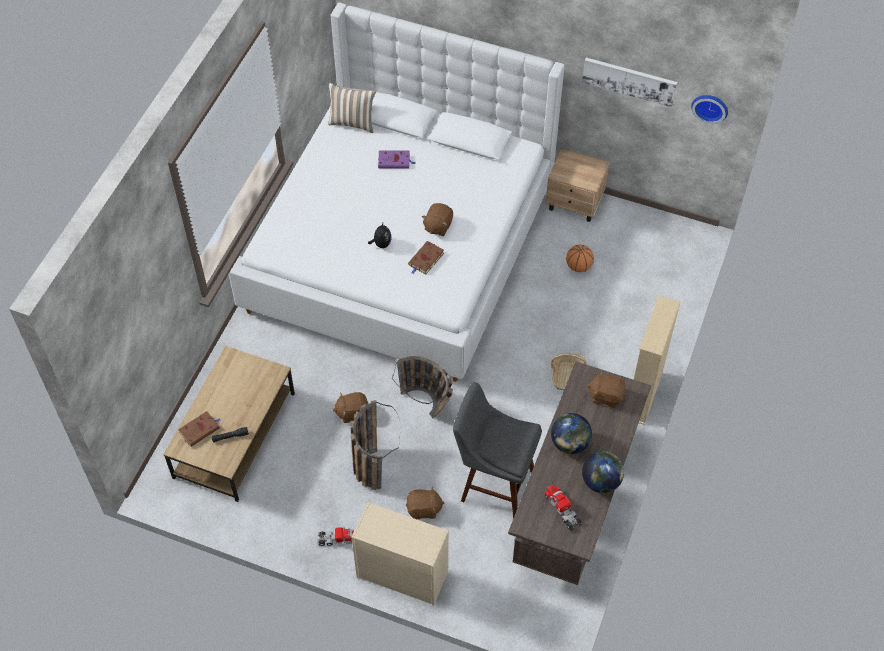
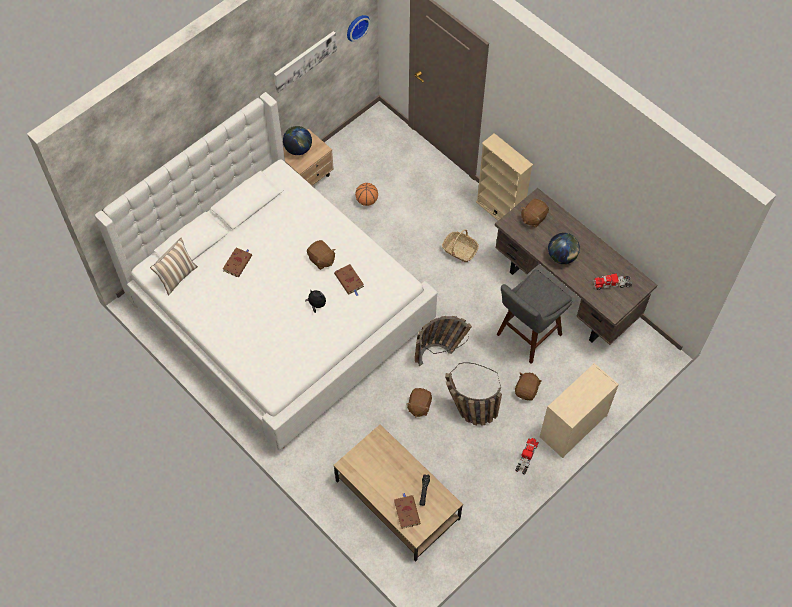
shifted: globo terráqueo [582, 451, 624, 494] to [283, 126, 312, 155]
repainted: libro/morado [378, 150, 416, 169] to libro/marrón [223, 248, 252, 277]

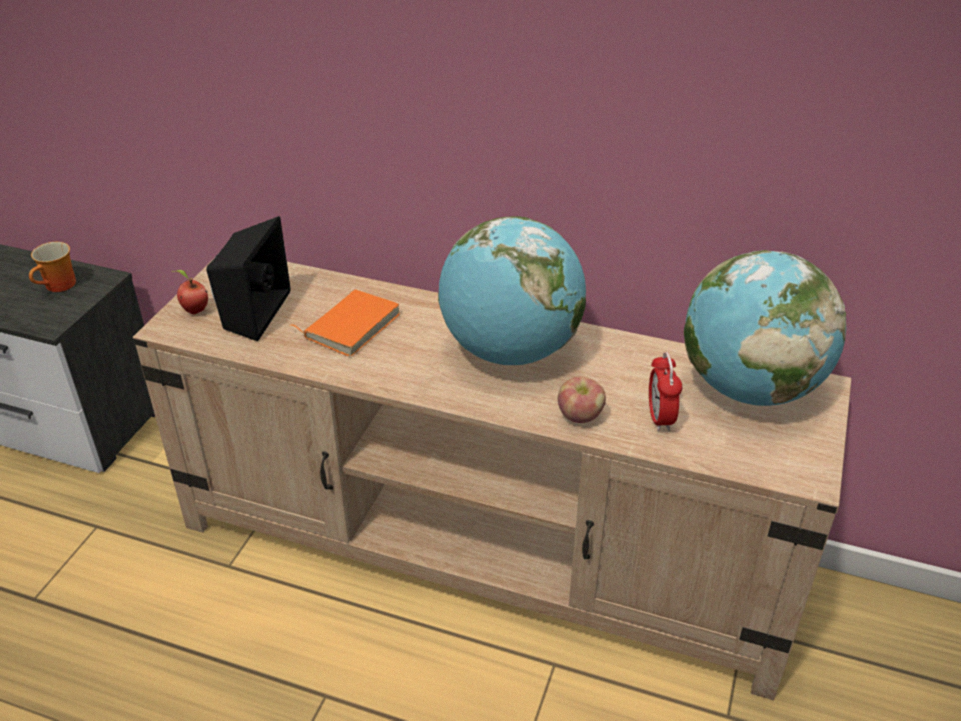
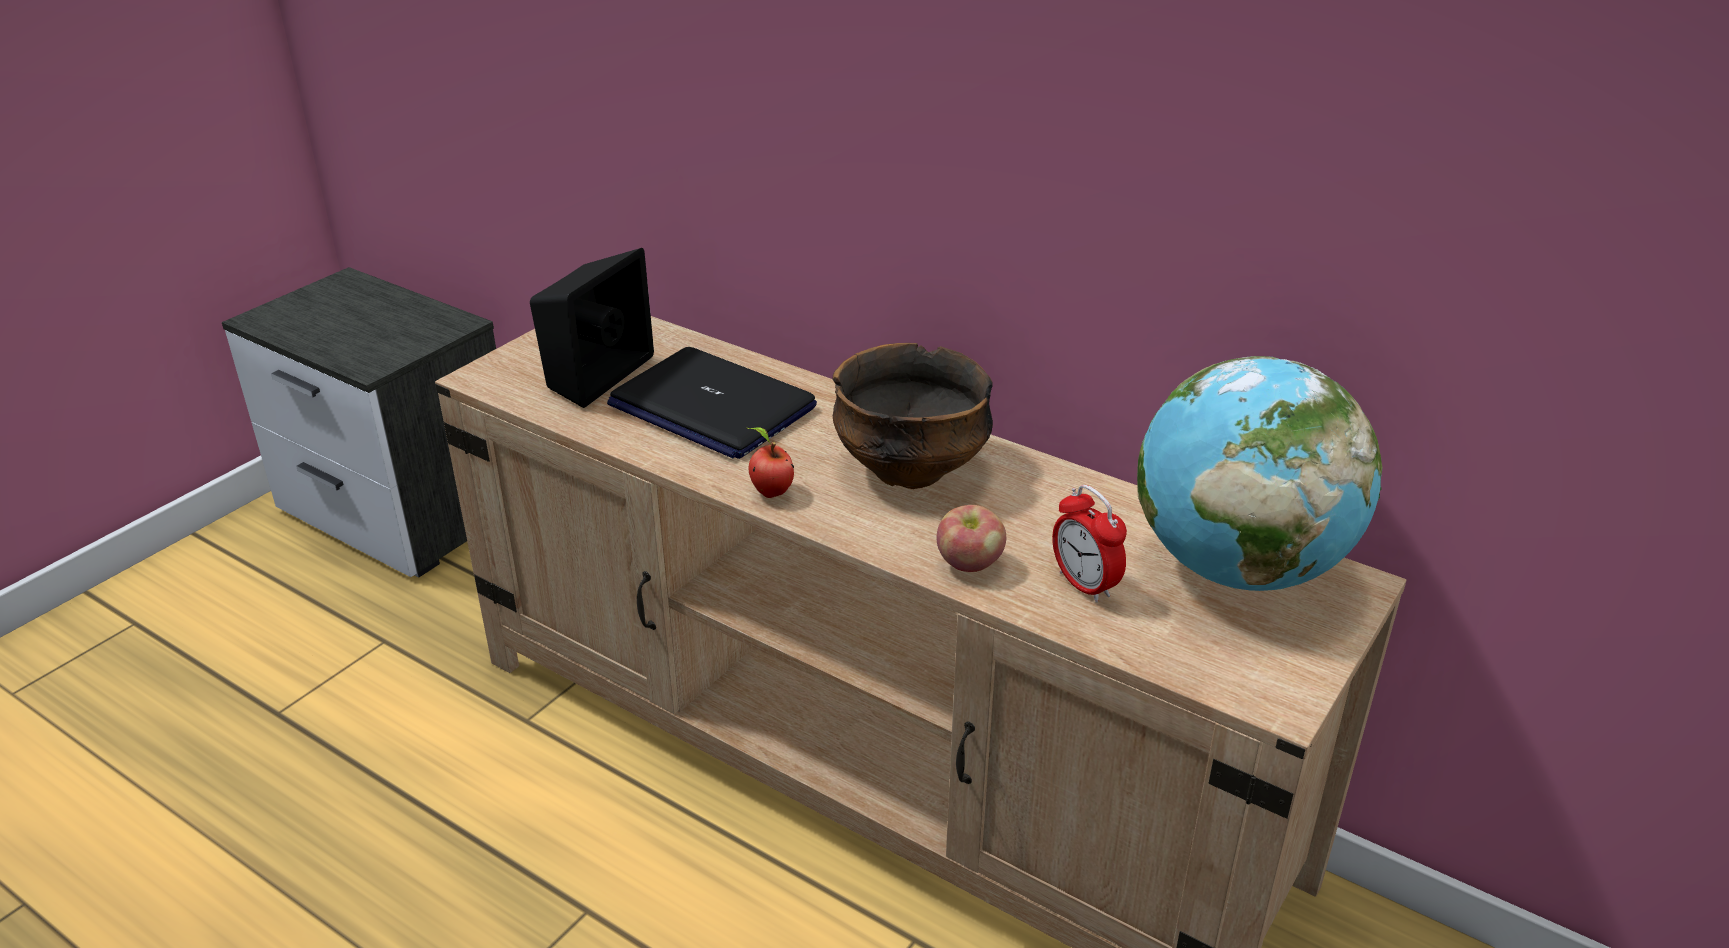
gone: taza grande [29, 242, 76, 292]
shifted: manzana [171, 270, 208, 314] to [747, 427, 794, 498]
swapped: globo terráqueo [438, 216, 586, 365] to cuenco [832, 343, 993, 489]; libro/naranja [289, 289, 400, 357] to portátil [607, 347, 817, 459]
rotated: despertador [649, 352, 682, 431] = [1052, 485, 1127, 603] 45 degrees counterclockwise

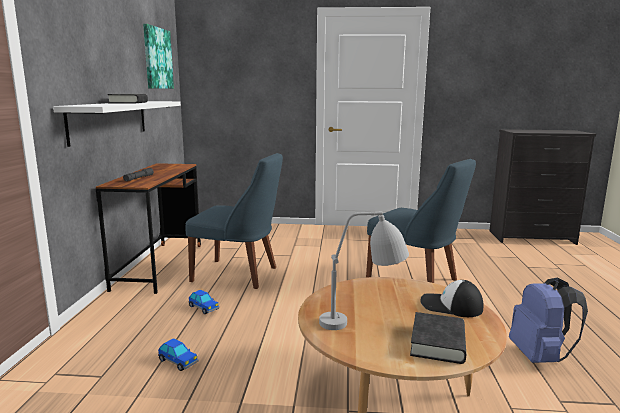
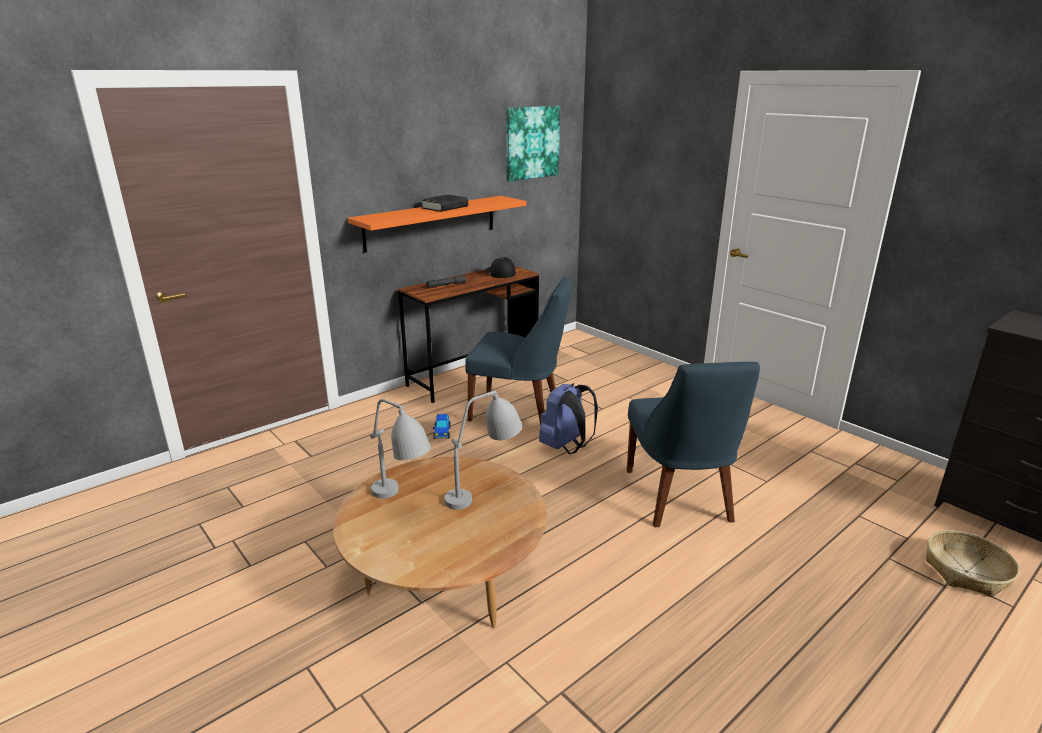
gone: libro/negro [410, 312, 466, 364]; coche de juguete [158, 338, 198, 371]
new: lámpara de mesa/gris [444, 390, 522, 510]; cesta [926, 530, 1020, 597]
shifted: mochila/azul [509, 278, 588, 363] to [539, 383, 598, 454]; gorra [420, 280, 483, 317] to [486, 257, 516, 278]
repainted: estante/blanco [53, 101, 181, 147] to estante/naranja [348, 196, 527, 253]
rotated: silla/azul [186, 153, 283, 289] = [465, 277, 572, 426] 45 degrees counterclockwise

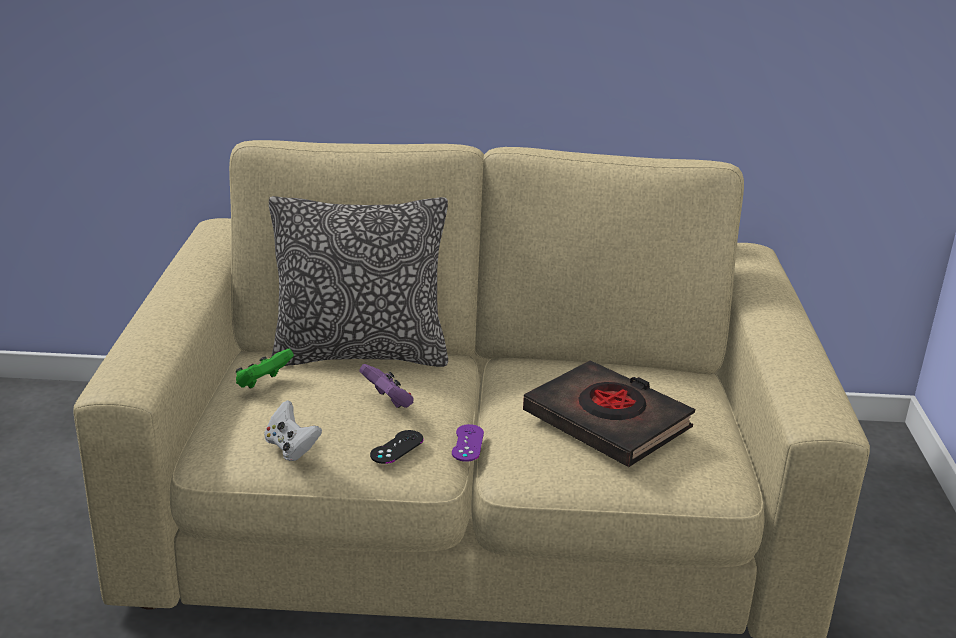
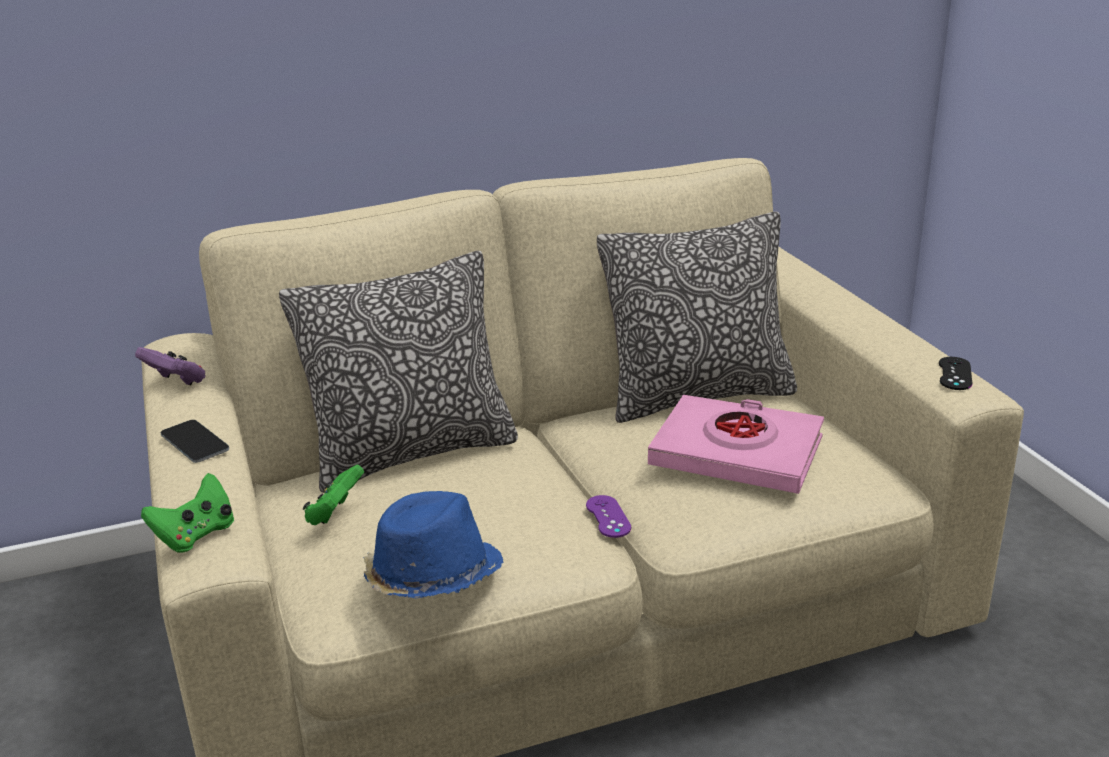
new: cojín [597, 212, 797, 423]; móvil [161, 420, 229, 463]; mando de consola/verde [141, 473, 234, 552]
shifted: mando de consola/morado [359, 364, 414, 408] to [135, 347, 206, 385]; mando de consola/negro [370, 430, 423, 464] to [939, 357, 973, 390]
swapped: mando de consola/blanco [264, 400, 322, 461] to sombrero/azul [364, 491, 504, 598]
repainted: libro/negro [523, 360, 695, 467] to libro/rosa [648, 395, 824, 494]

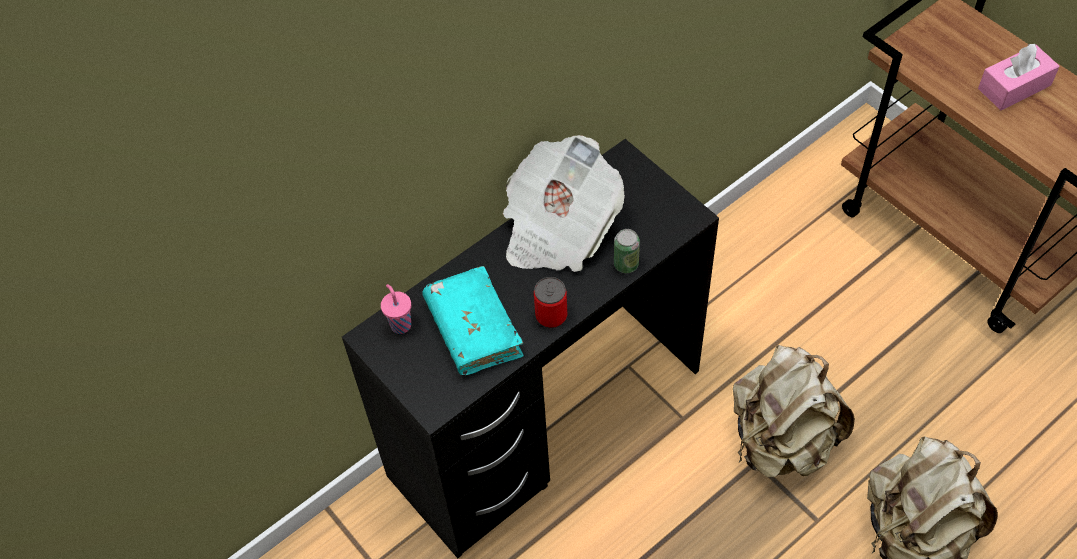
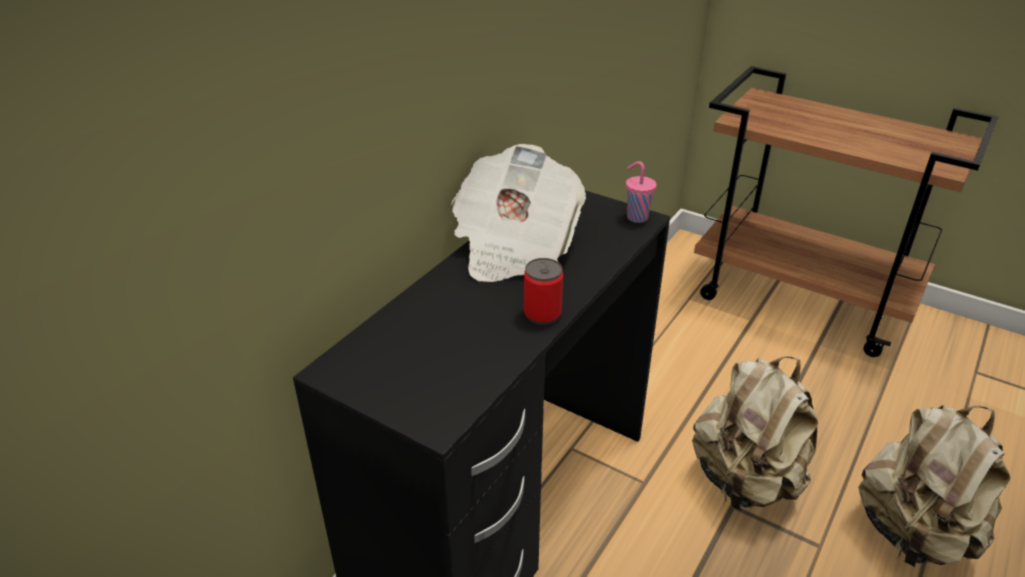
gone: caja de pañuelos/rosa [978, 44, 1060, 111]; lata [614, 229, 640, 273]; libro/turquesa [422, 266, 524, 375]
shifted: taza/rosa [381, 284, 411, 334] to [626, 161, 657, 223]

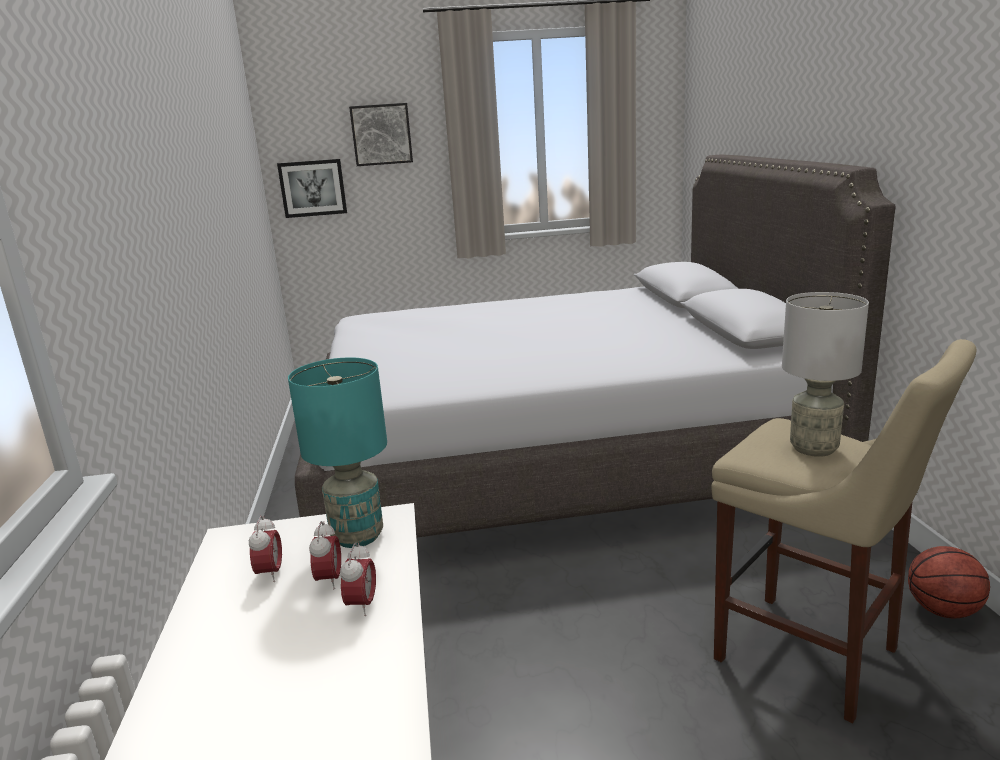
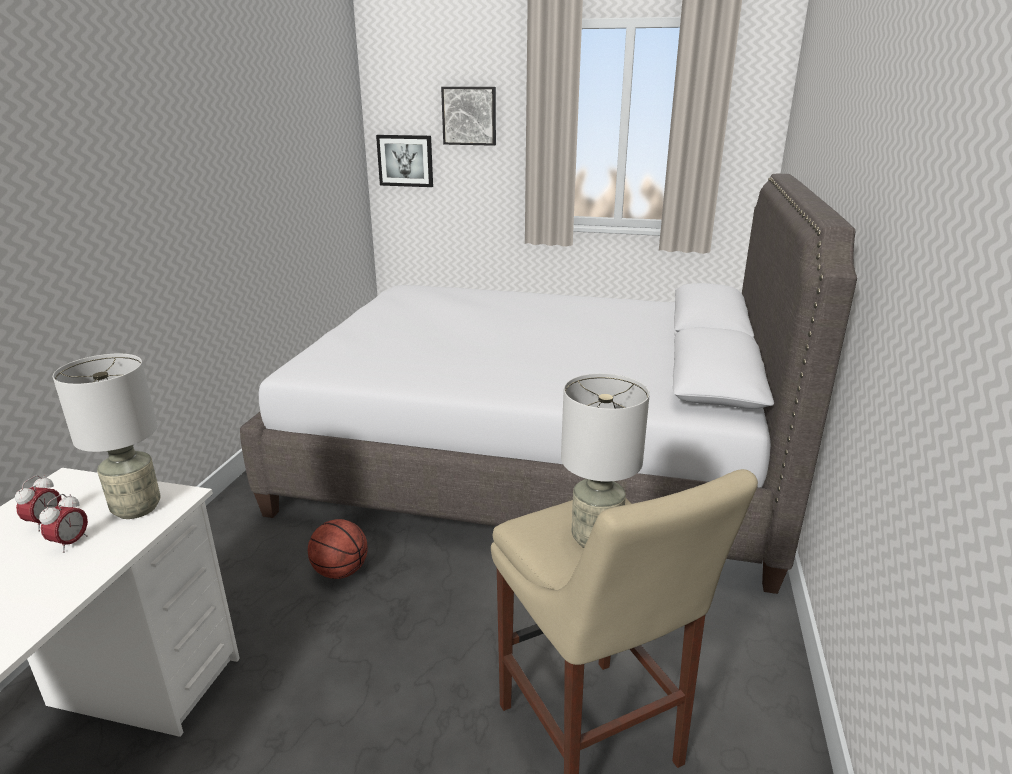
gone: despertador [340, 542, 376, 616]
shifted: balón de baloncesto [908, 546, 990, 618] to [308, 519, 368, 579]
repainted: lámpara de mesa/turquesa [288, 357, 387, 548] to lámpara de mesa/gris [53, 354, 161, 519]

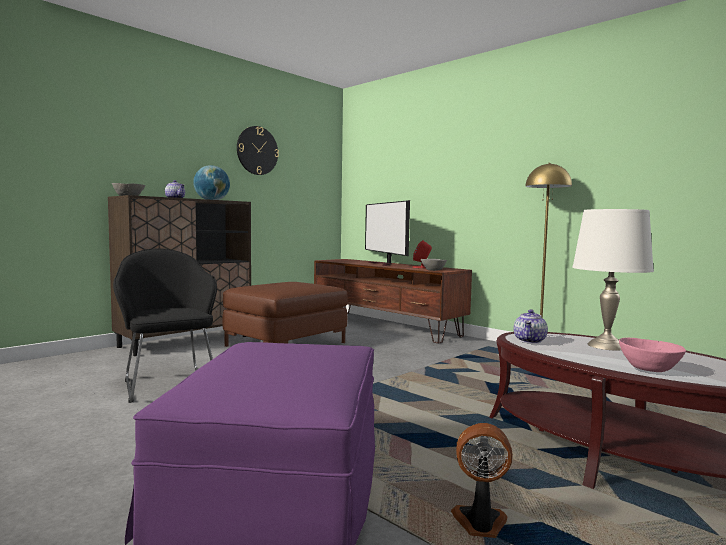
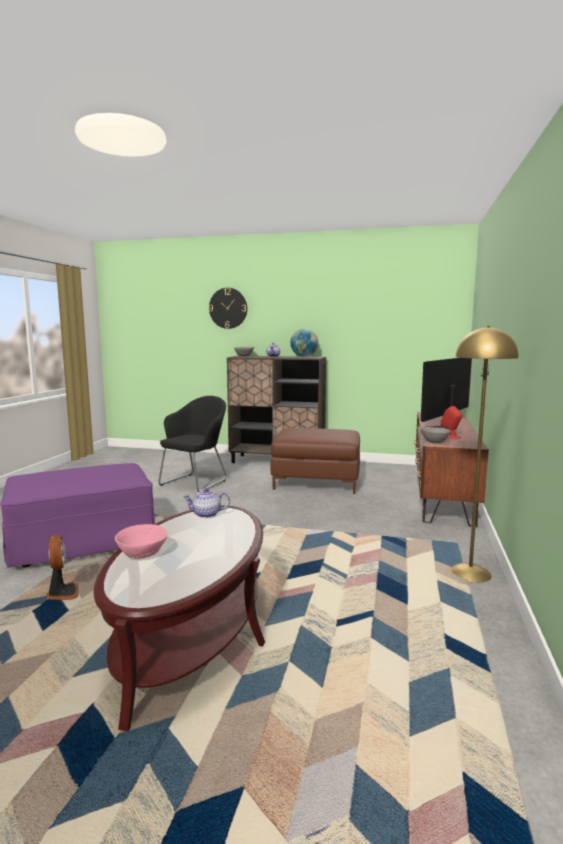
gone: lámpara de mesa/blanco [572, 209, 654, 351]
shifted: reloj de pared [237, 126, 279, 175] to [209, 288, 247, 329]

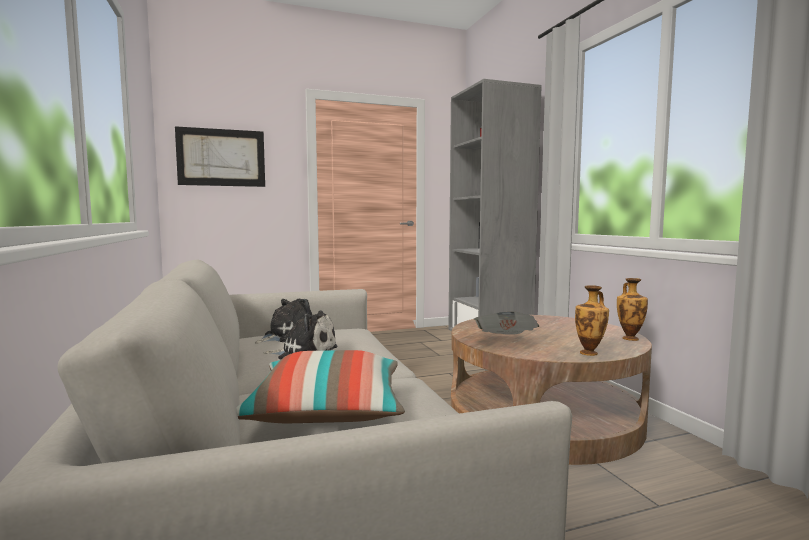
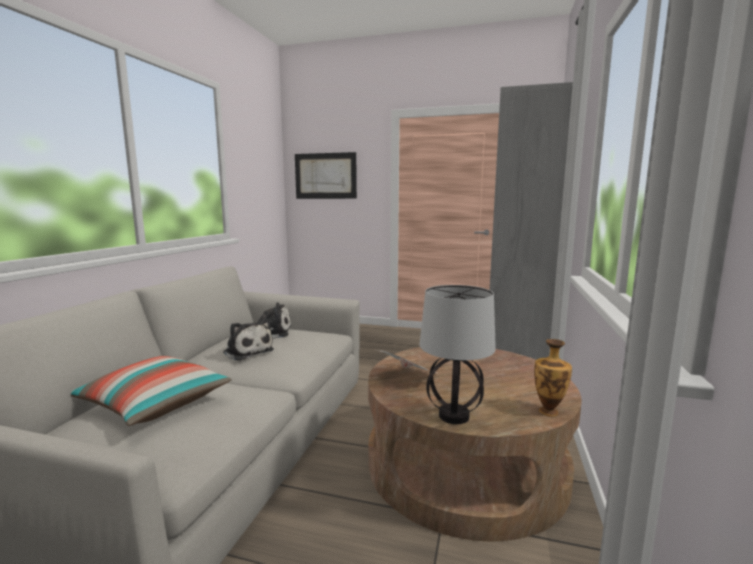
swapped: florero [575, 285, 609, 356] to lámpara de mesa [419, 285, 496, 424]

